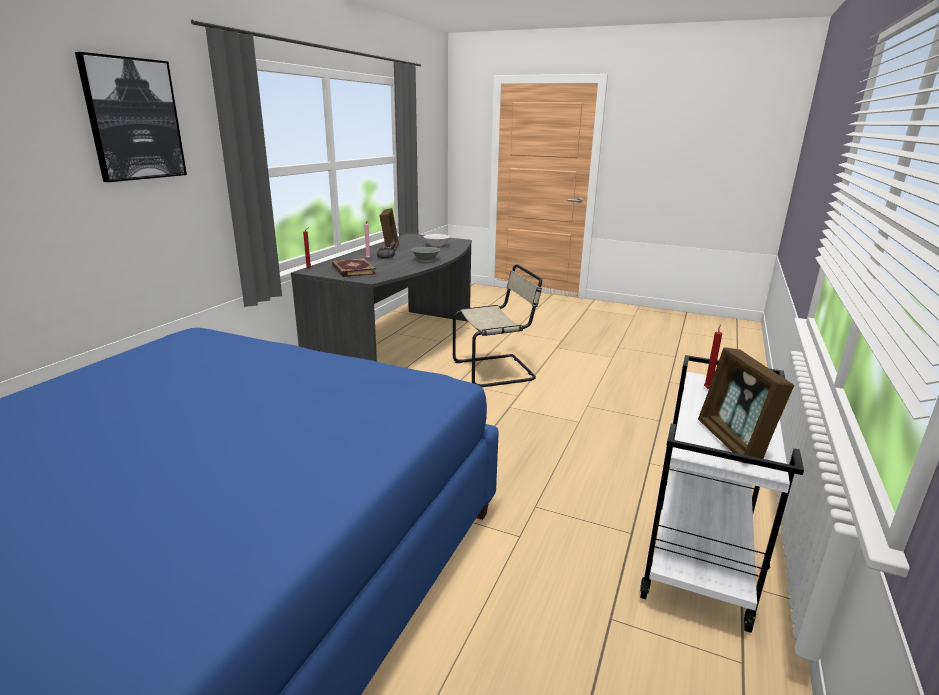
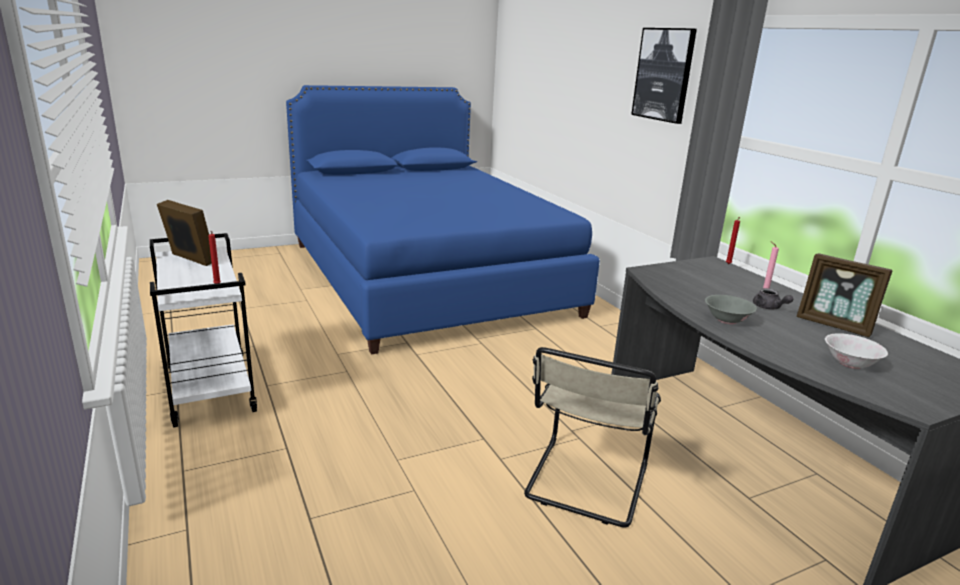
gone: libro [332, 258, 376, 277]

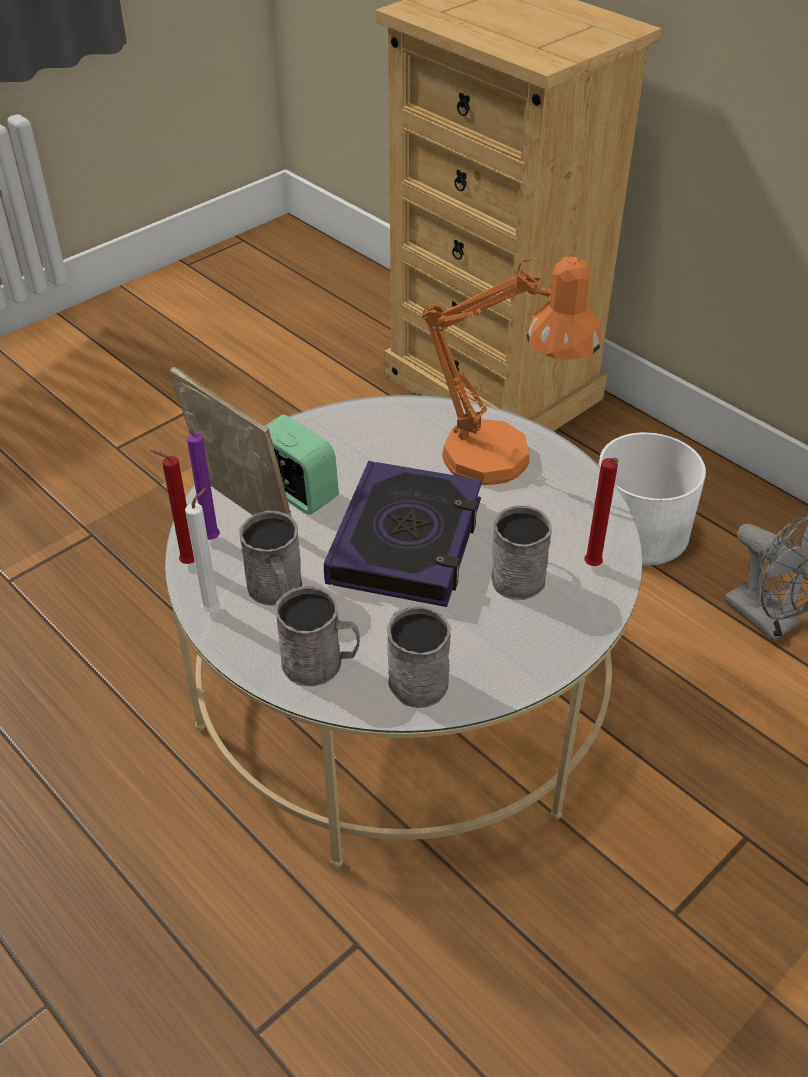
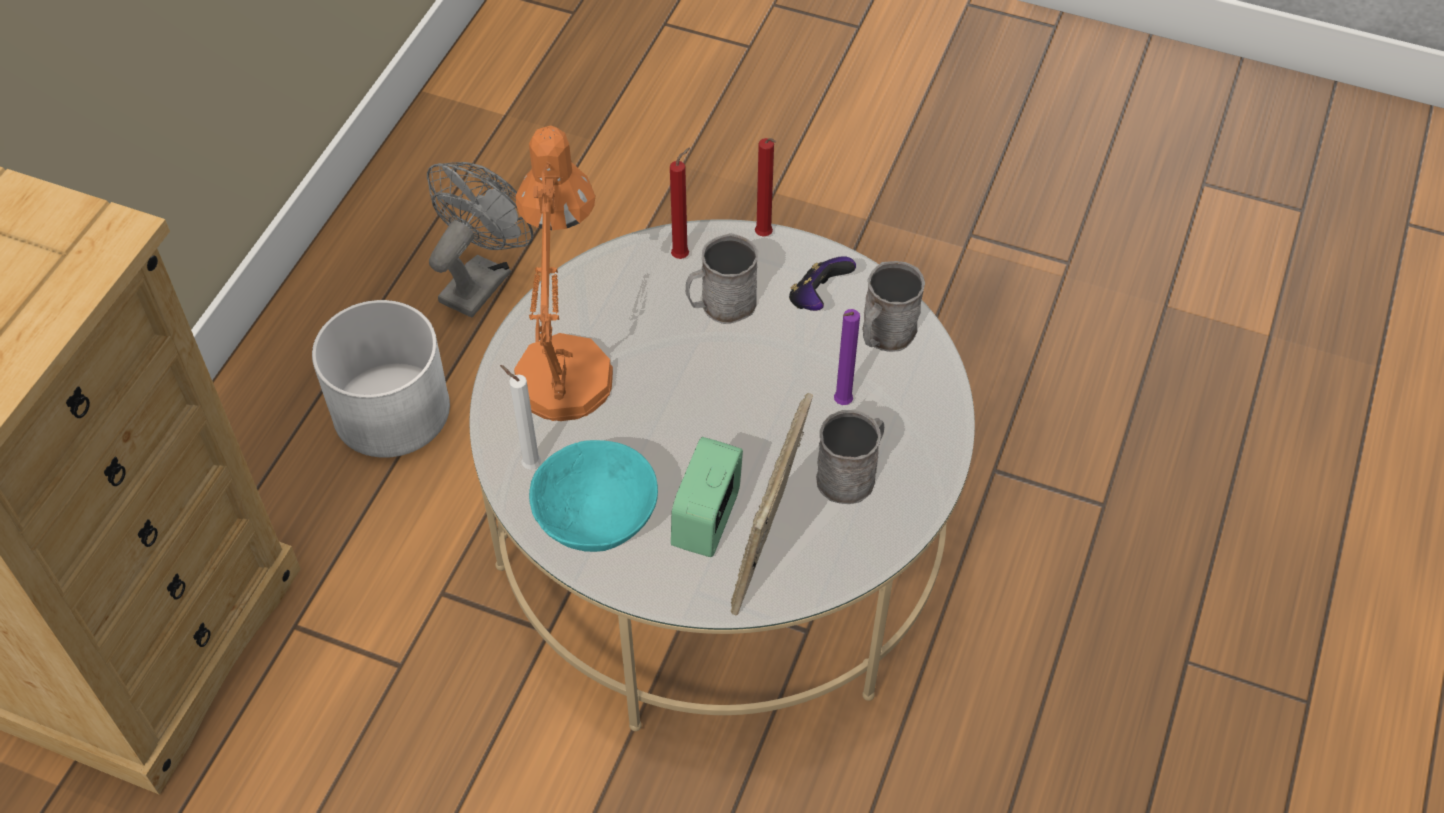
gone: libro [324, 461, 482, 607]; taza grande/gris [275, 586, 360, 687]
new: mando de consola [789, 256, 856, 311]; cuenco/turquesa [529, 440, 658, 552]
shifted: vela/morado [186, 416, 220, 540] to [834, 309, 860, 405]; vela/rojo [150, 450, 195, 564] to [755, 138, 776, 237]; vela/blanco [185, 488, 221, 612] to [500, 365, 541, 470]

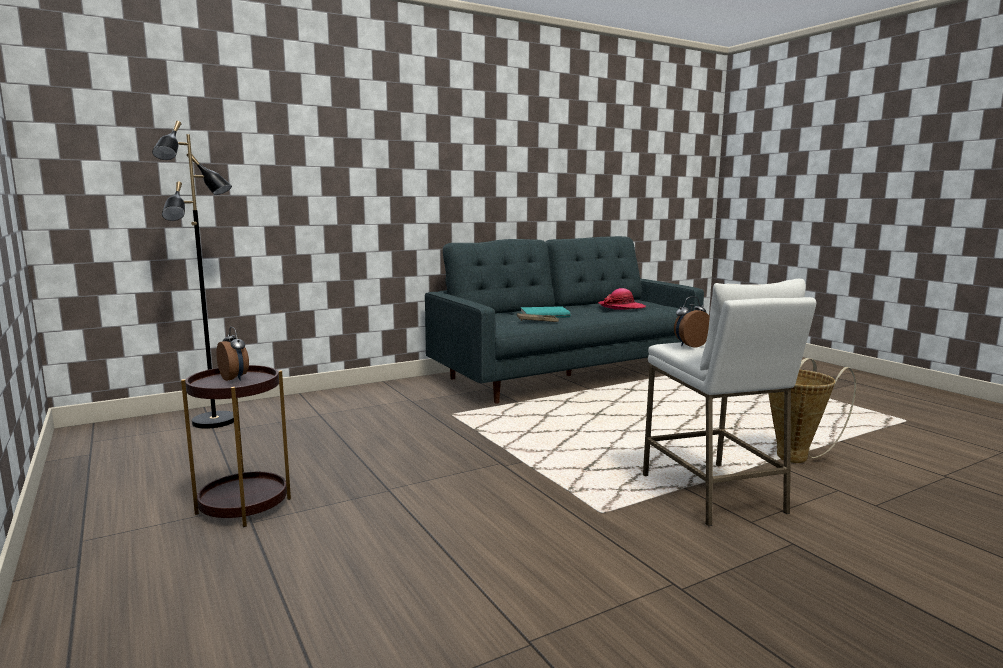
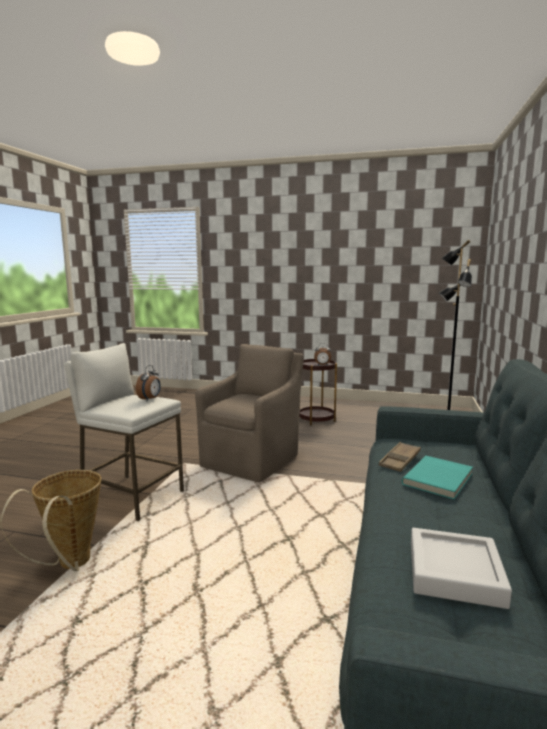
new: sillón/marrón [195, 344, 303, 483]
swapped: sombrero [598, 288, 646, 310] to bandeja/gris [411, 528, 512, 609]

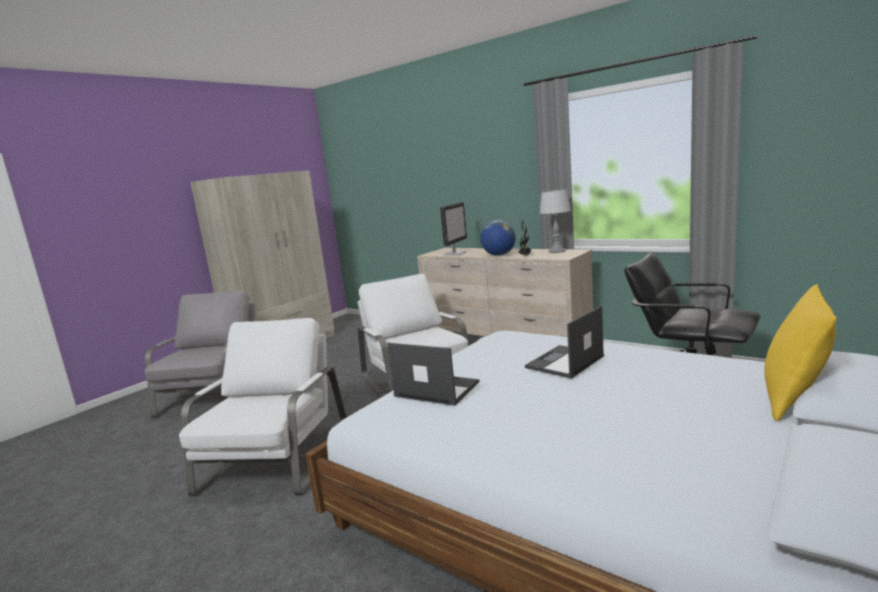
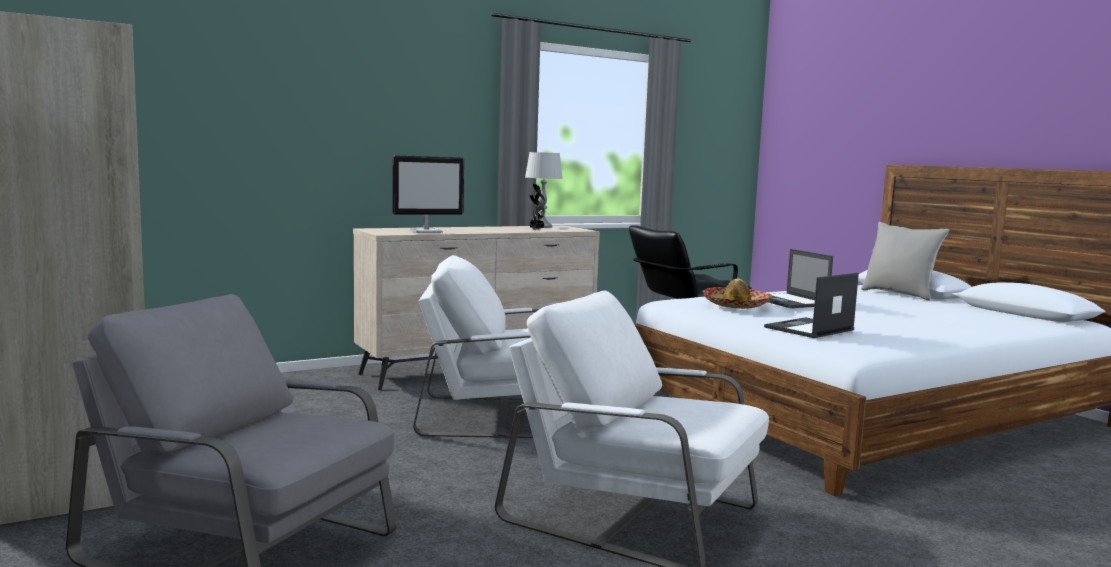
gone: globo terráqueo [480, 220, 516, 256]
new: sombrero [702, 278, 772, 309]
repainted: cojín/amarillo [764, 284, 837, 421] to cojín/gris [861, 222, 950, 300]
rotated: monitor [440, 202, 467, 256] = [392, 155, 464, 233] 105 degrees clockwise

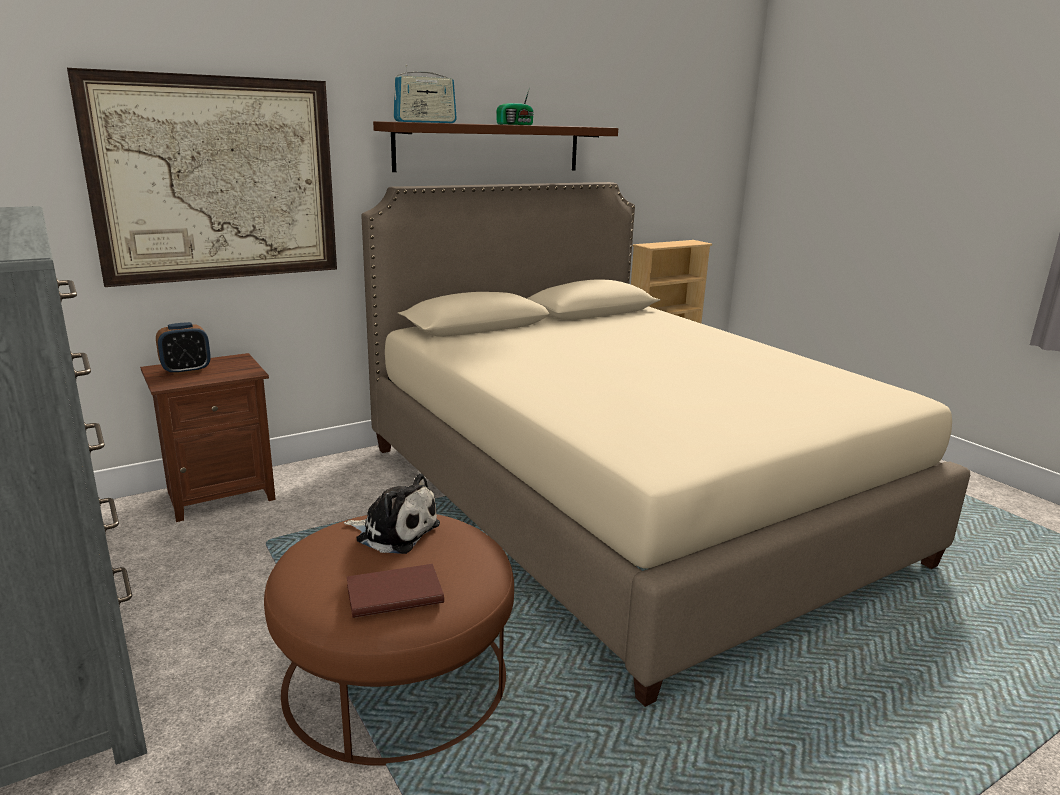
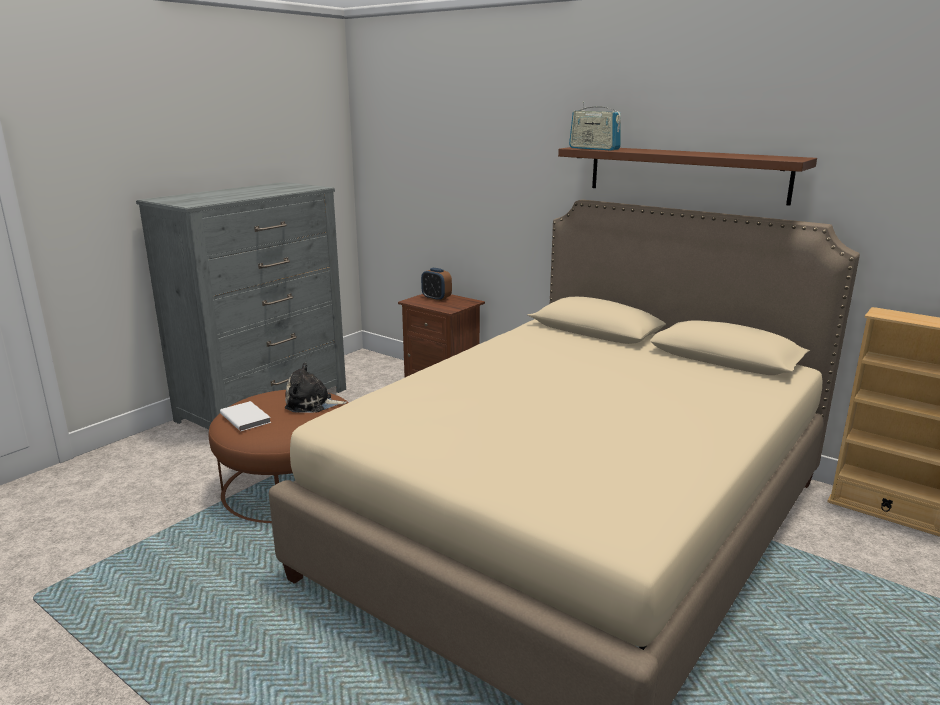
gone: cuadro [67, 68, 337, 287]; radio [496, 88, 534, 125]
repainted: libro/marrón [347, 564, 444, 618] to libro/blanco [220, 401, 271, 431]
rotated: peluche [344, 473, 440, 554] = [285, 362, 347, 413] 90 degrees clockwise

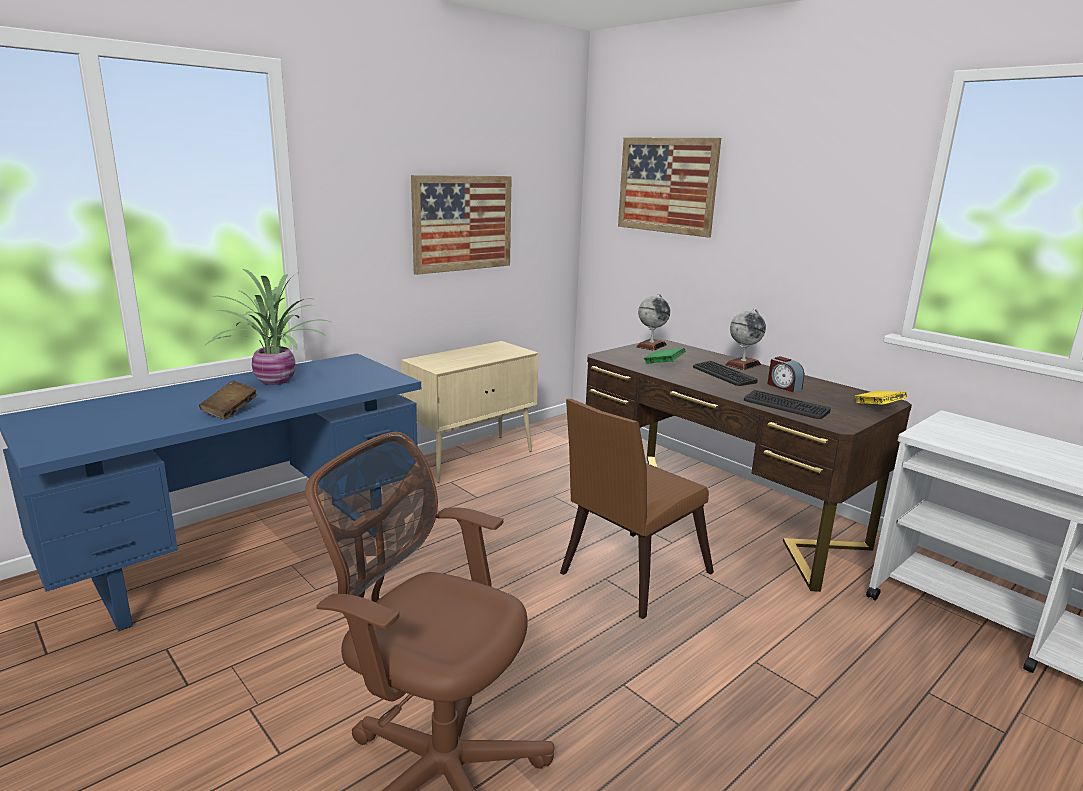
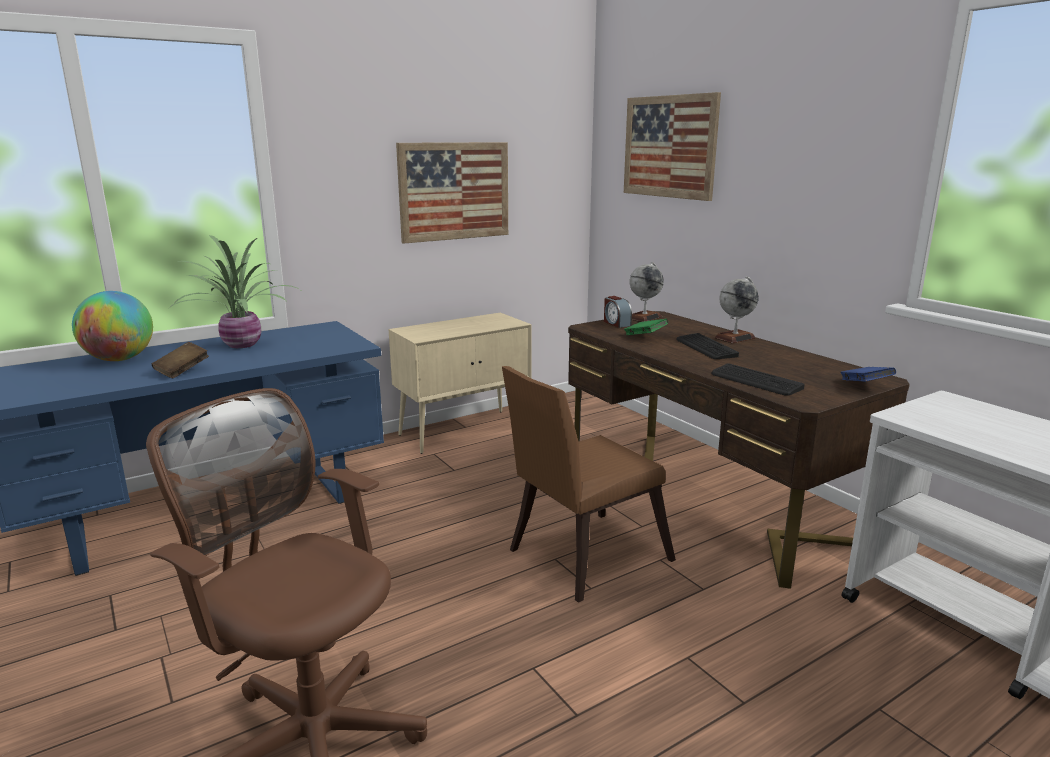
new: globo terráqueo [72, 291, 153, 361]
shifted: despertador [768, 356, 804, 392] to [604, 296, 632, 328]
repainted: libro/amarillo [855, 391, 907, 405] to libro/azul [840, 367, 896, 382]

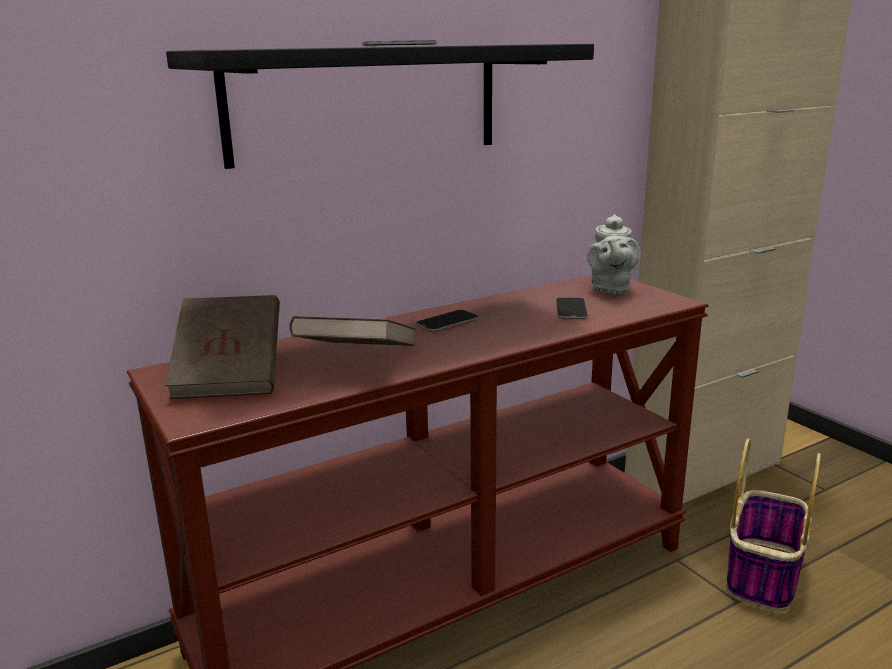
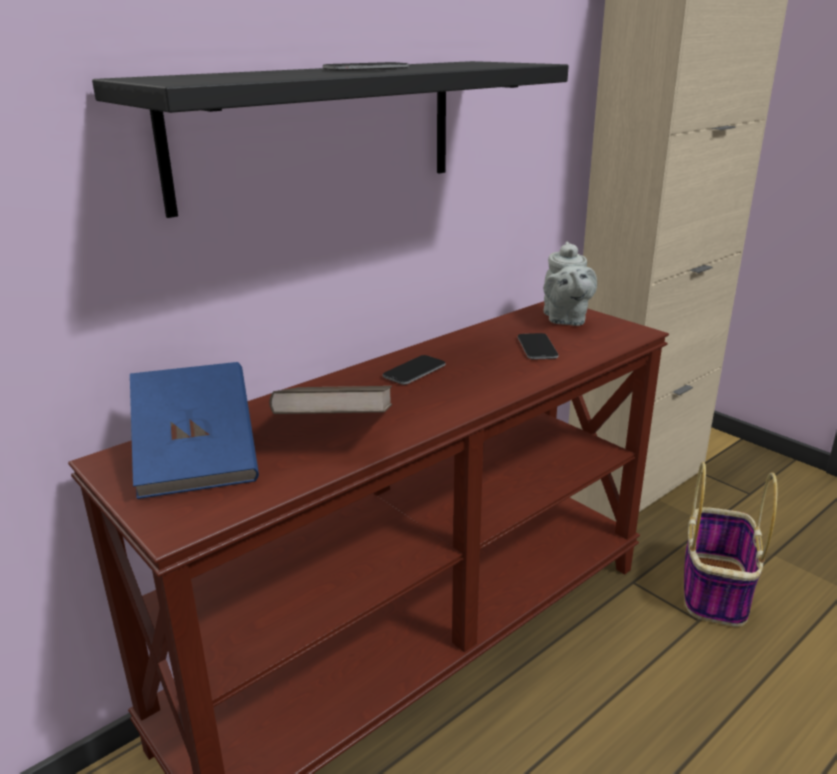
repainted: libro/marrón [165, 295, 280, 399] to libro/azul [130, 362, 259, 499]

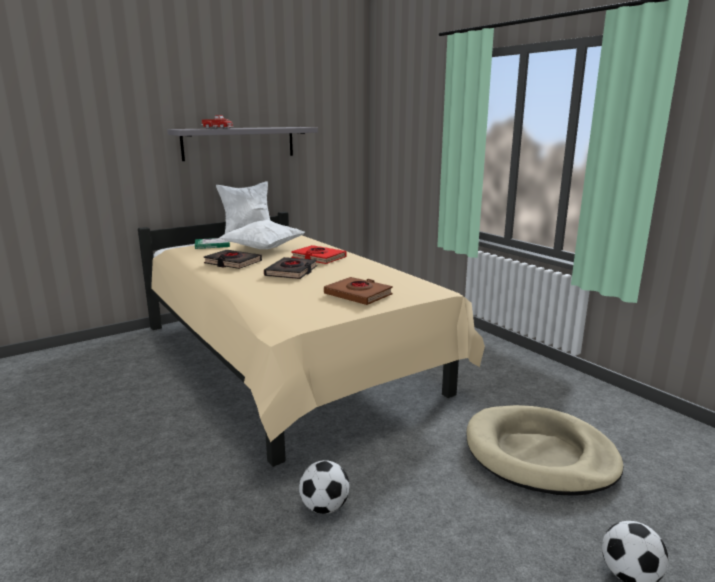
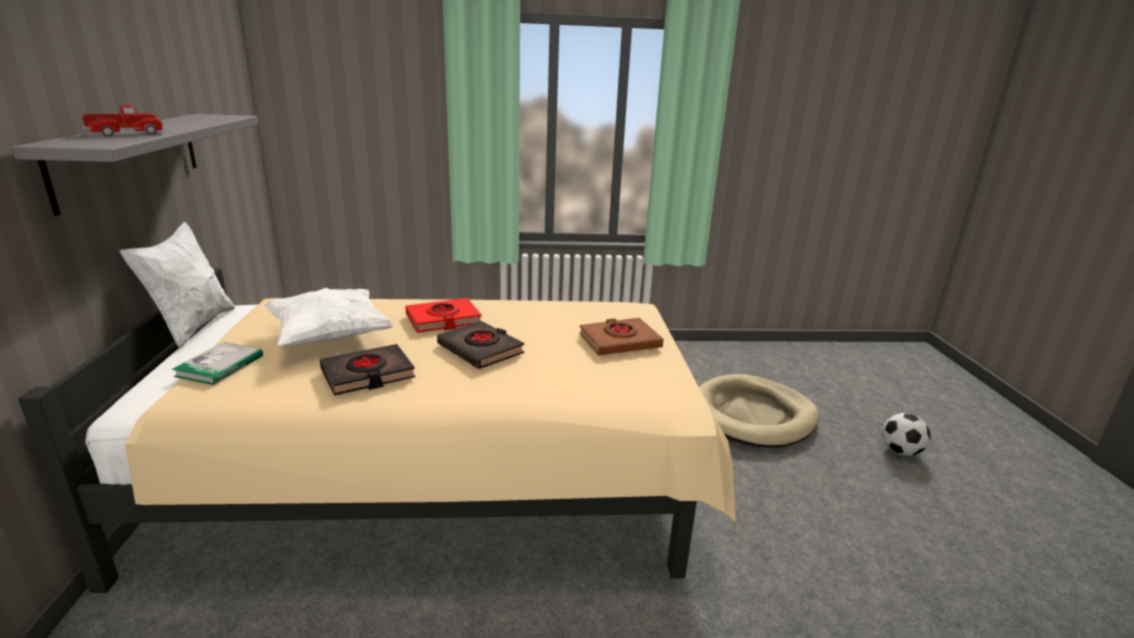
gone: balón de fútbol [299, 460, 350, 514]

